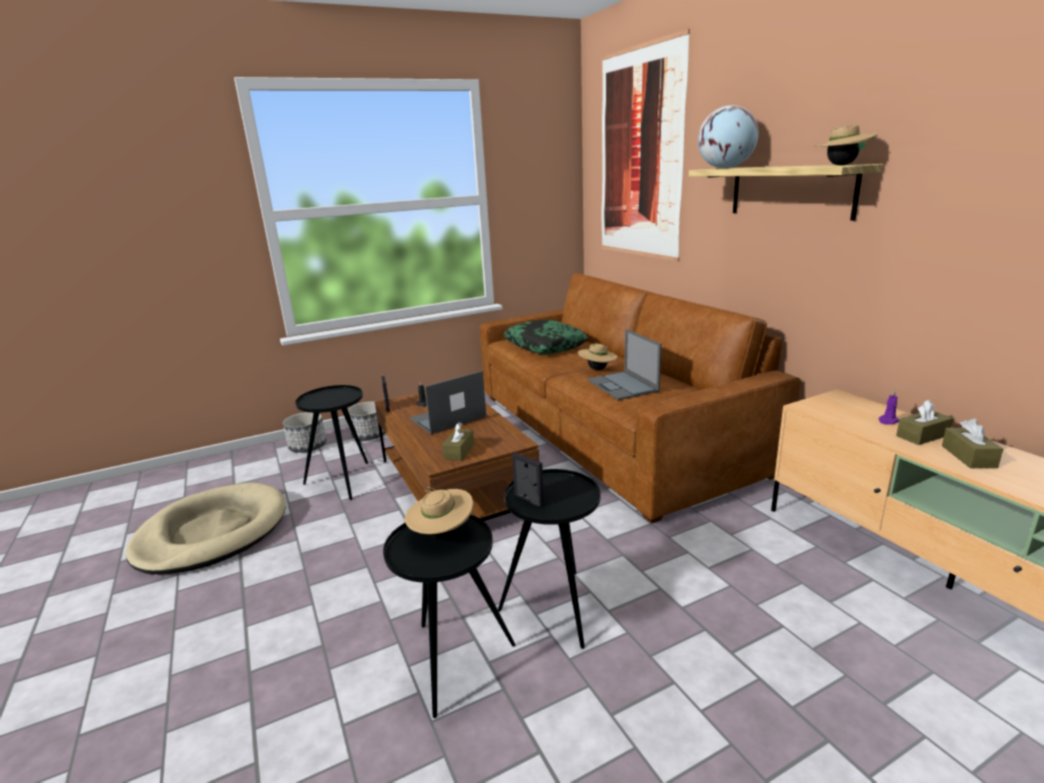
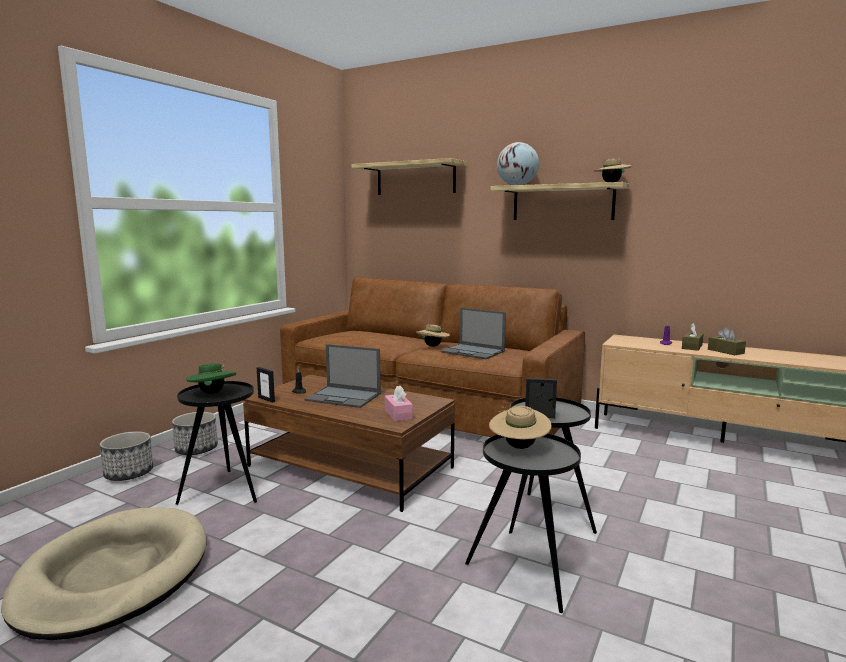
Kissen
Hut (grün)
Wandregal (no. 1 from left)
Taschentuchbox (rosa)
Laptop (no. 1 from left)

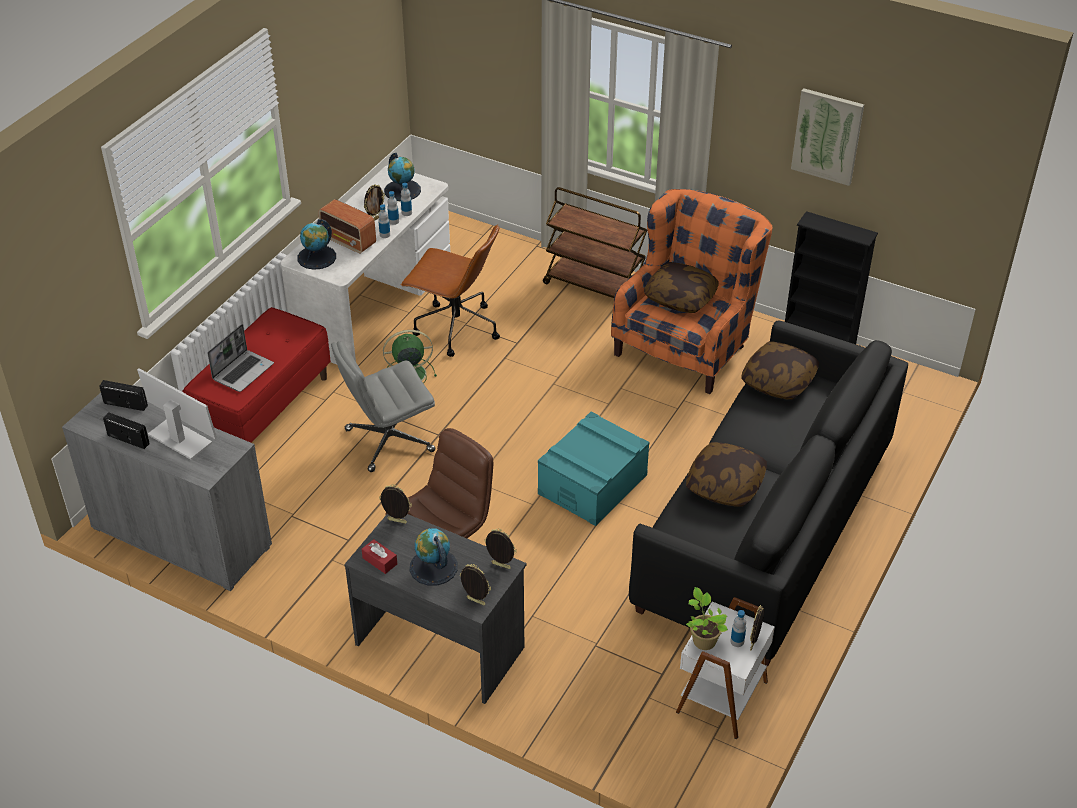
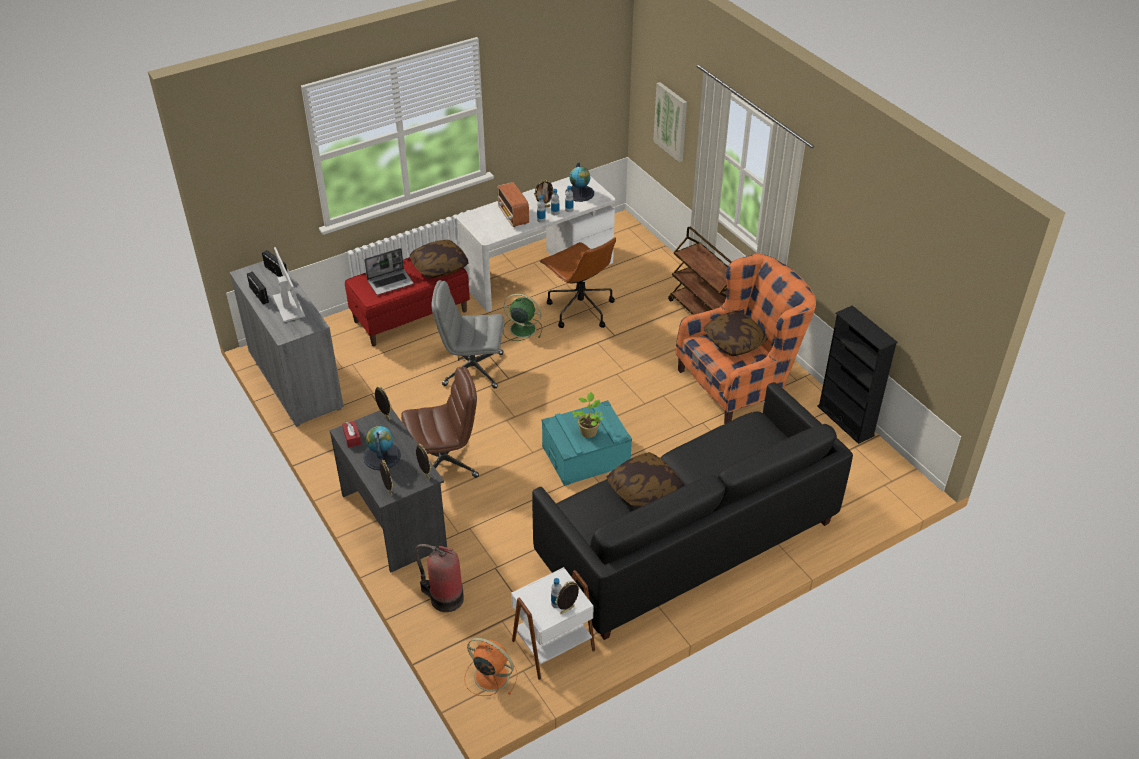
Globus (no. 1 from left in the first image)
Feuerlöscher
Ventilator (orange)
Topfpflanze
Kissen (no. 1 from left)
Bild

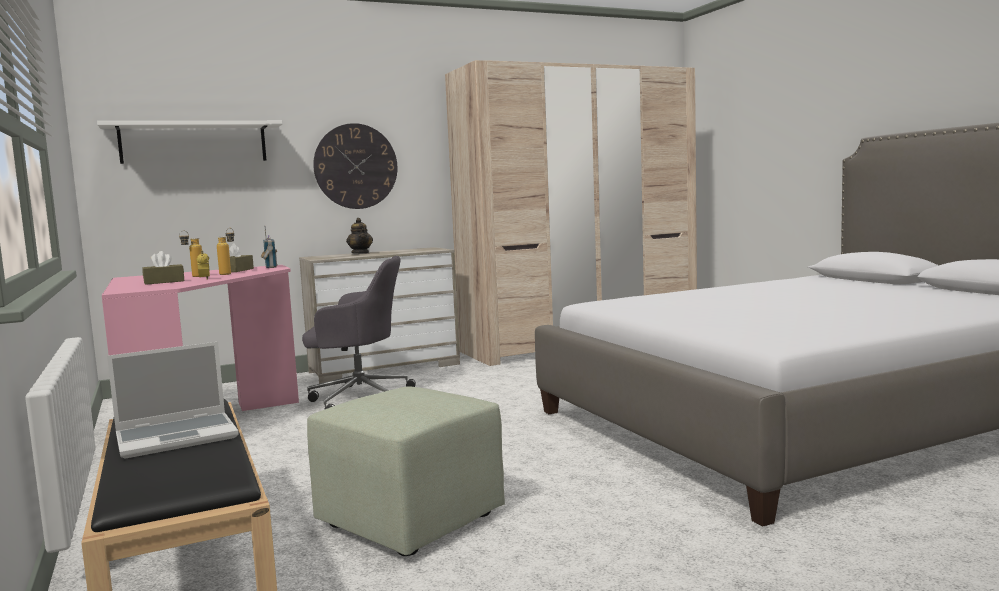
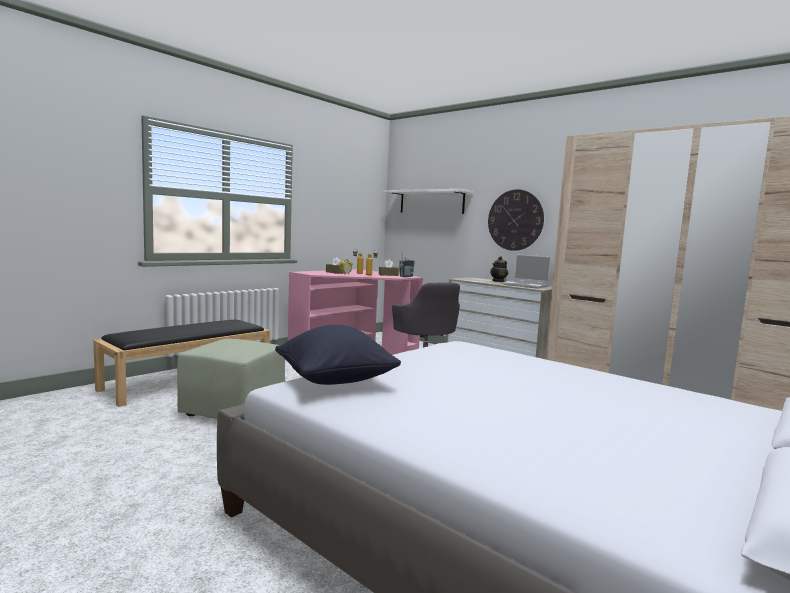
Kissen (schwarz)
Laptop

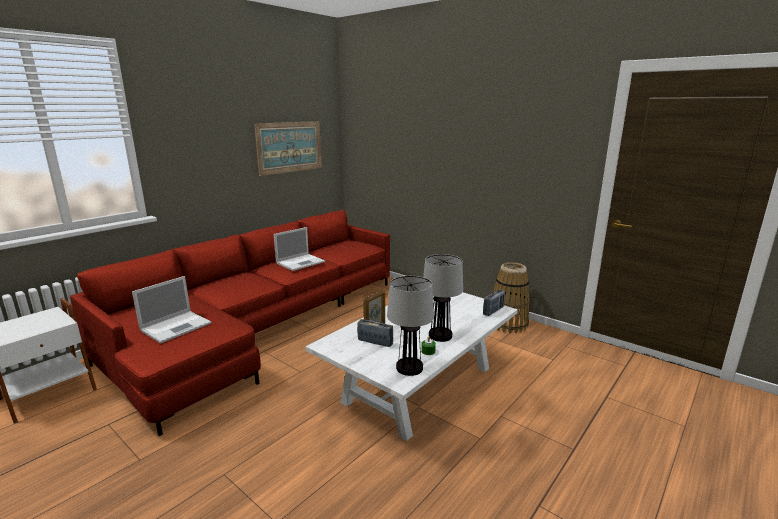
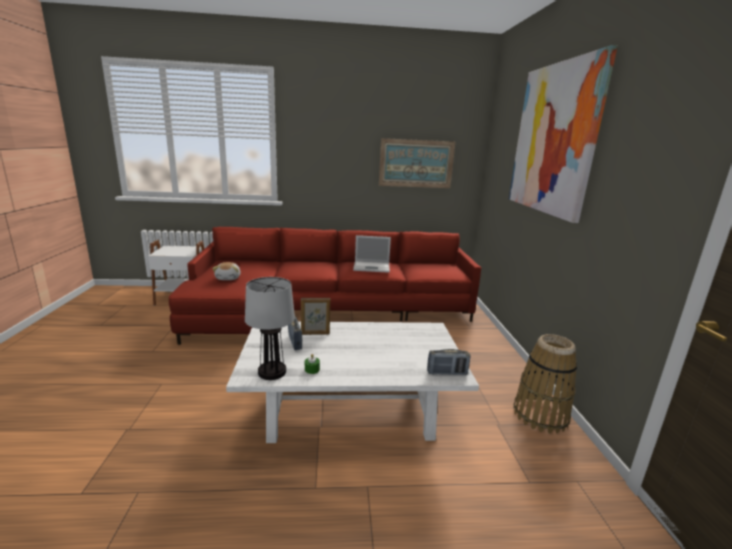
Tischlampe (no. 2 from left in the first image)
Bild (no. 2 from left)
Plüschtier

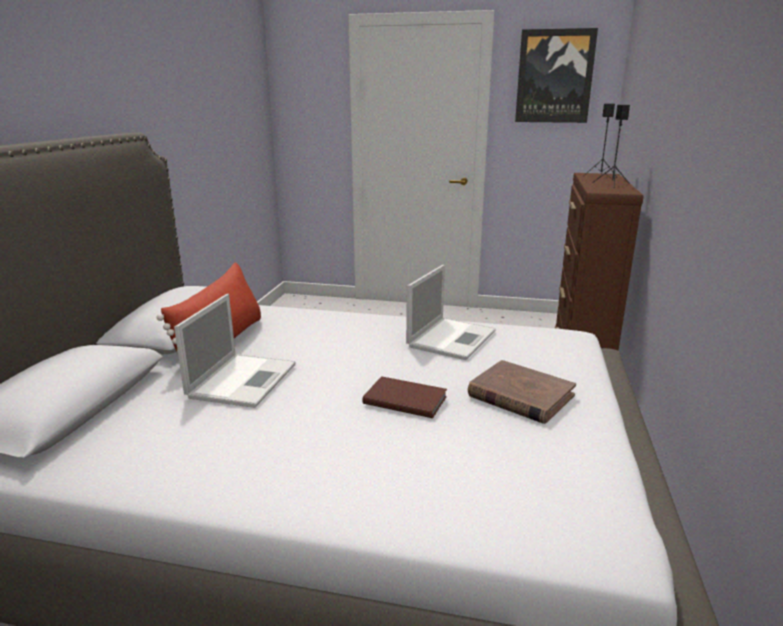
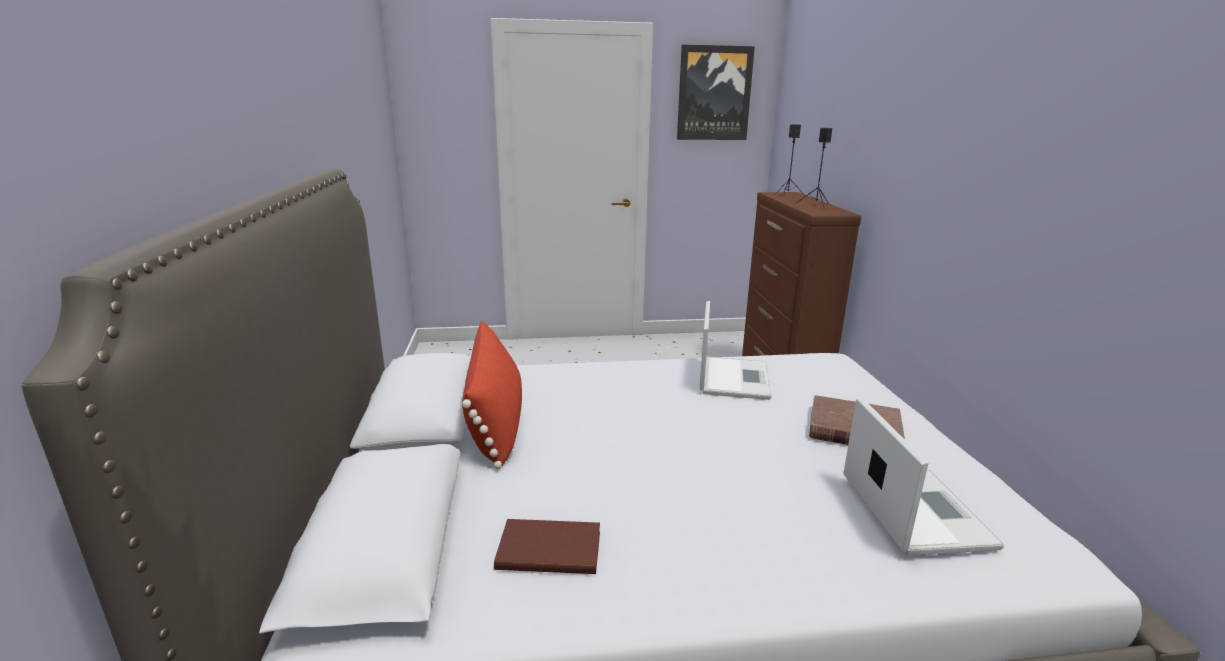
Laptop (no. 2 from left)
Buch (braun) (no. 1 from left)

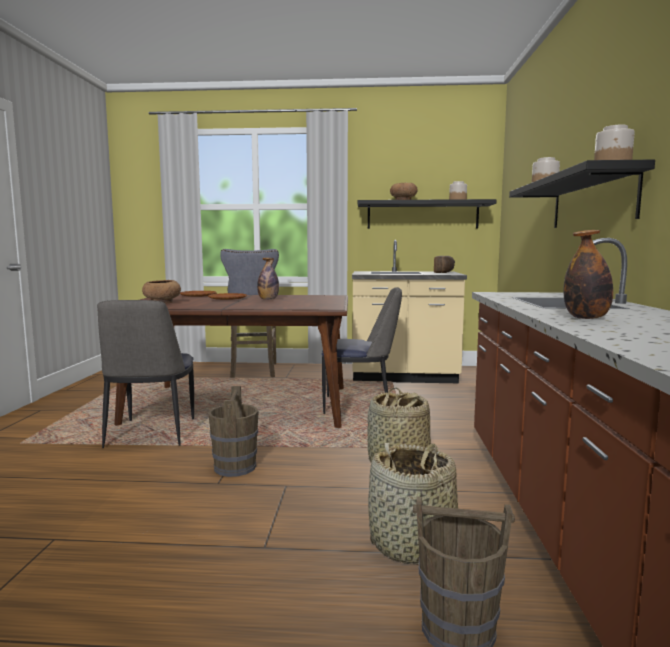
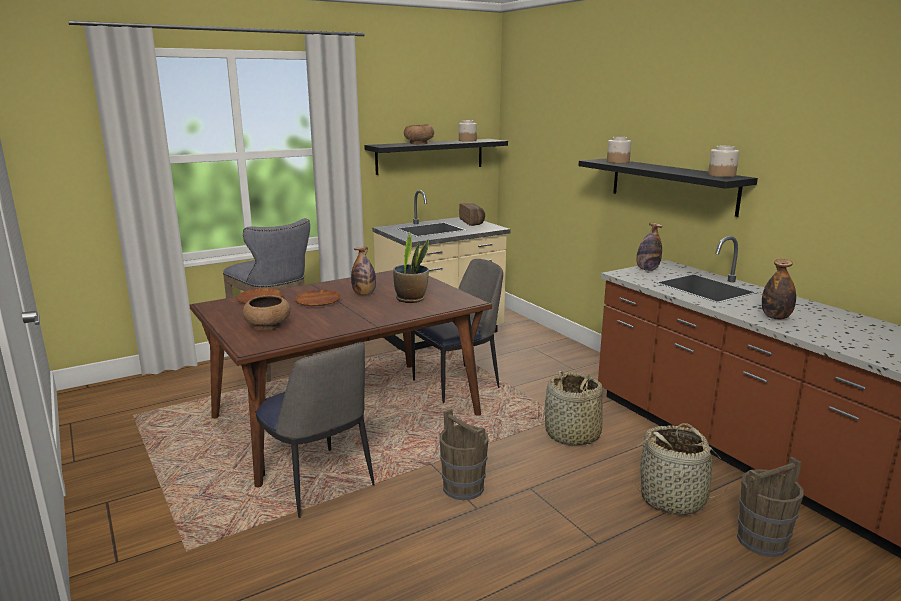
Topfpflanze
Flasche (no. 2 from left)

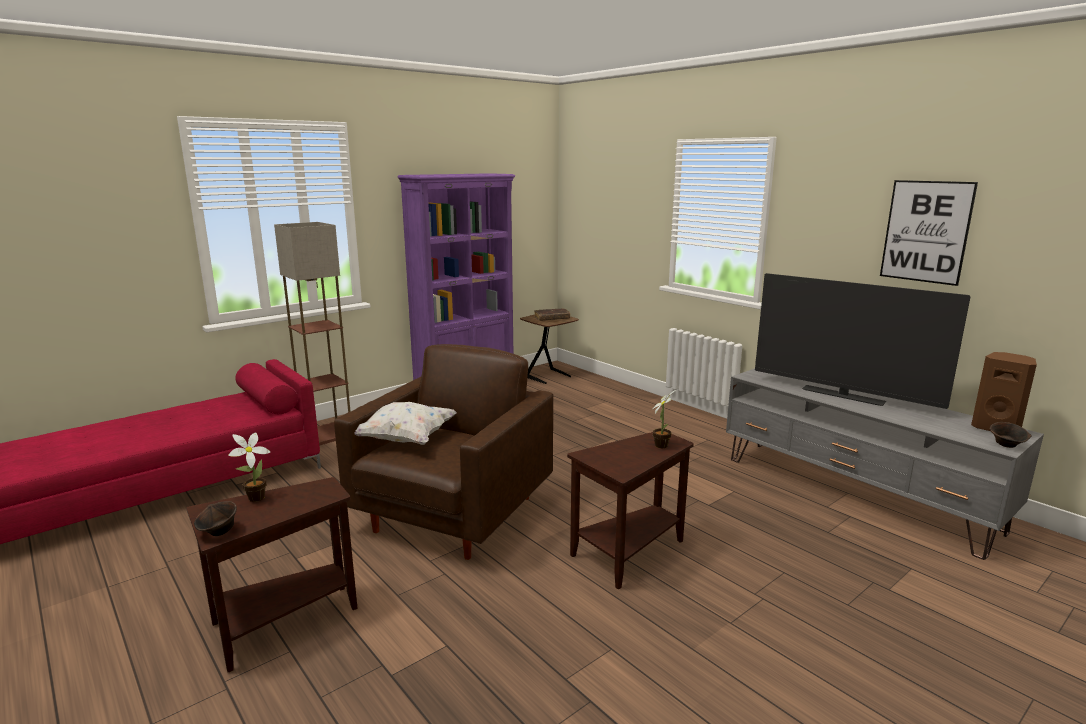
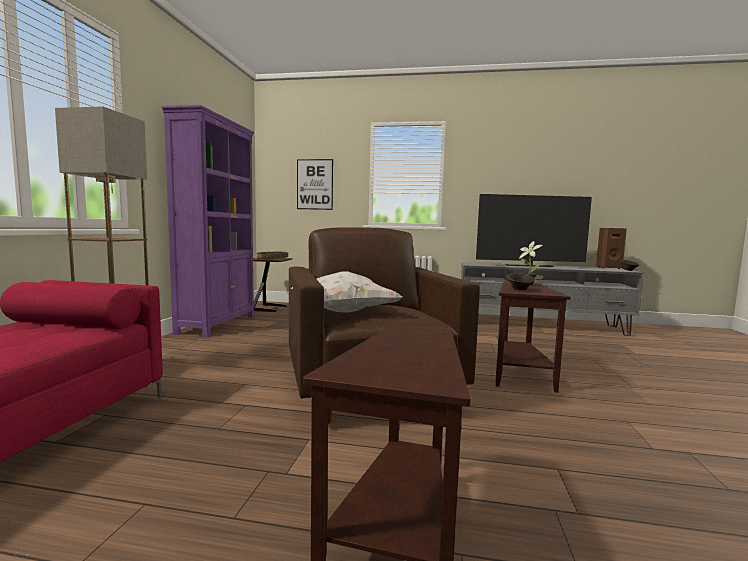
Topfpflanze (no. 1 from left in the first image)
Schüssel (braun) (no. 1 from left)
Bild

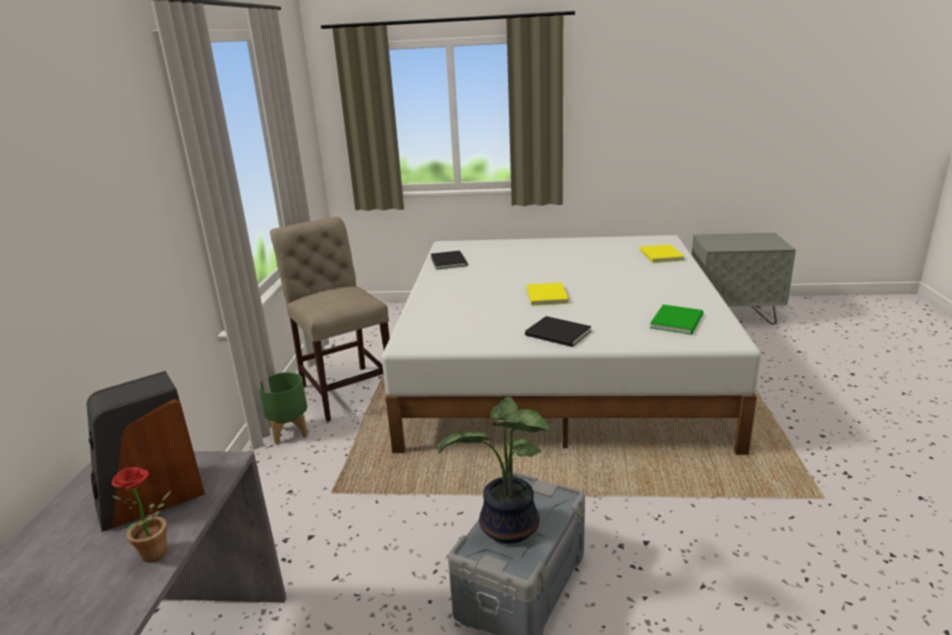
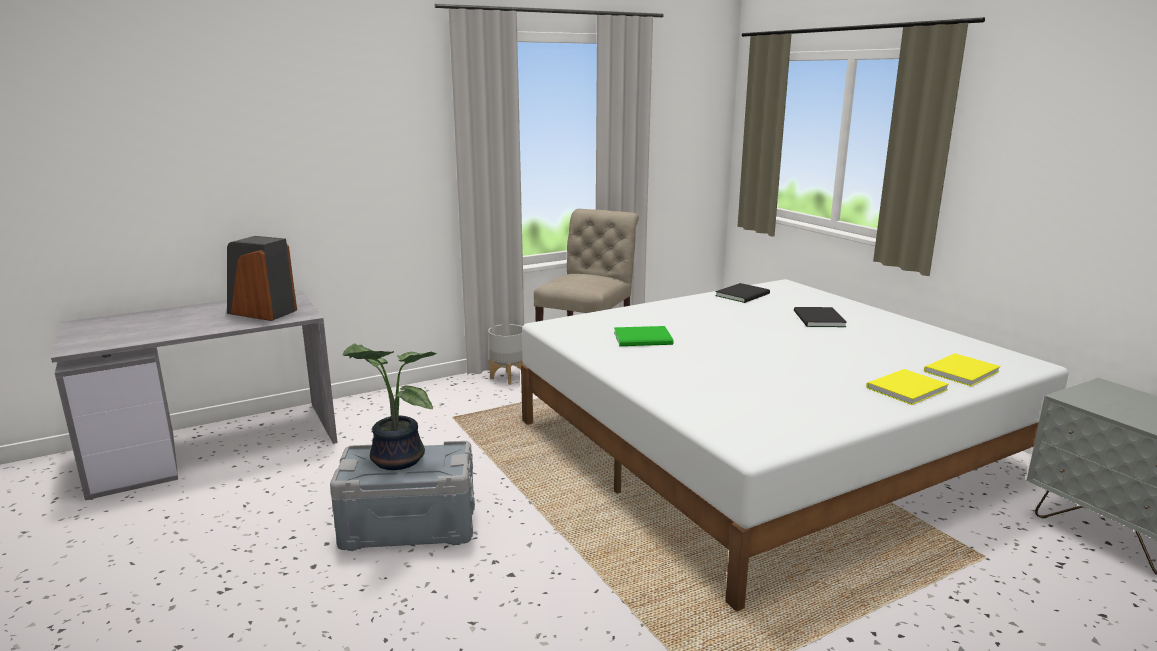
Topfpflanze (no. 1 from left in the first image)
Buch (schwarz) (no. 2 from left)
Buch (gelb) (no. 1 from left)
Buch (grün)
Pflanzkübel (grau)

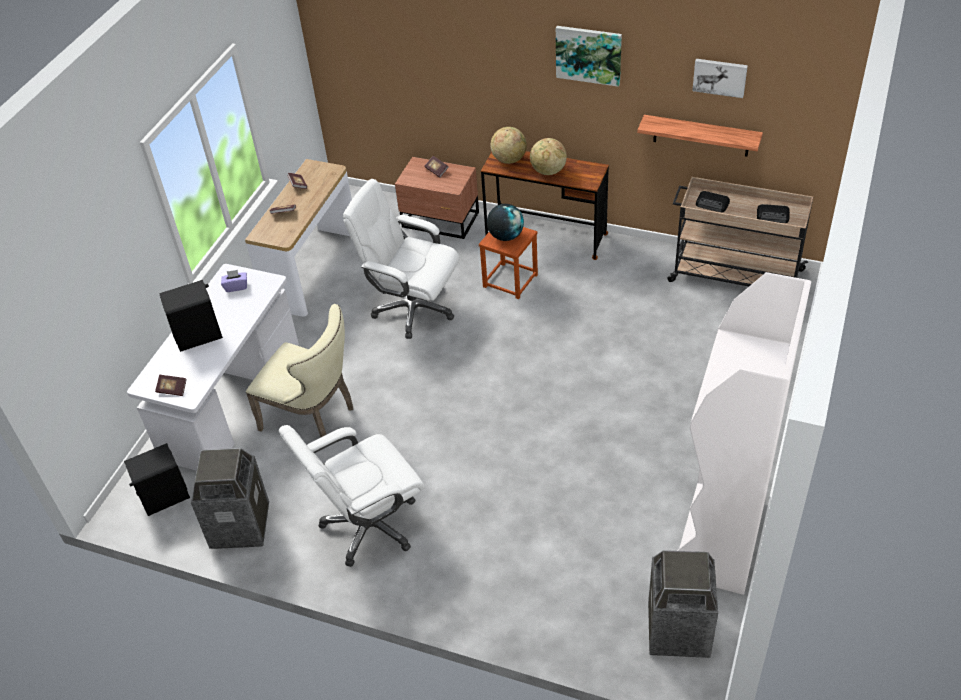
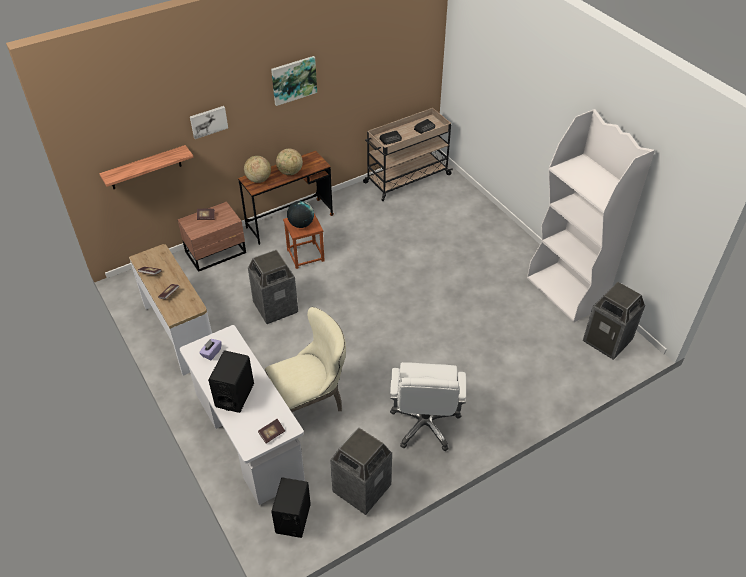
Wandregal
Bild (no. 1 from left)
Mülleimer (no. 1 from left)

